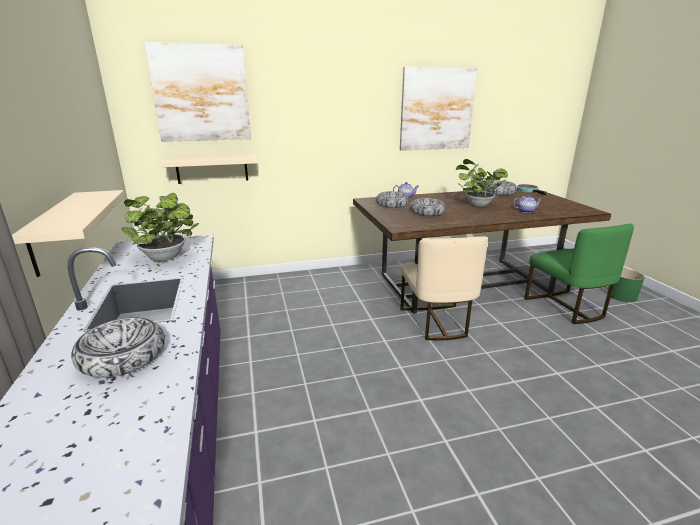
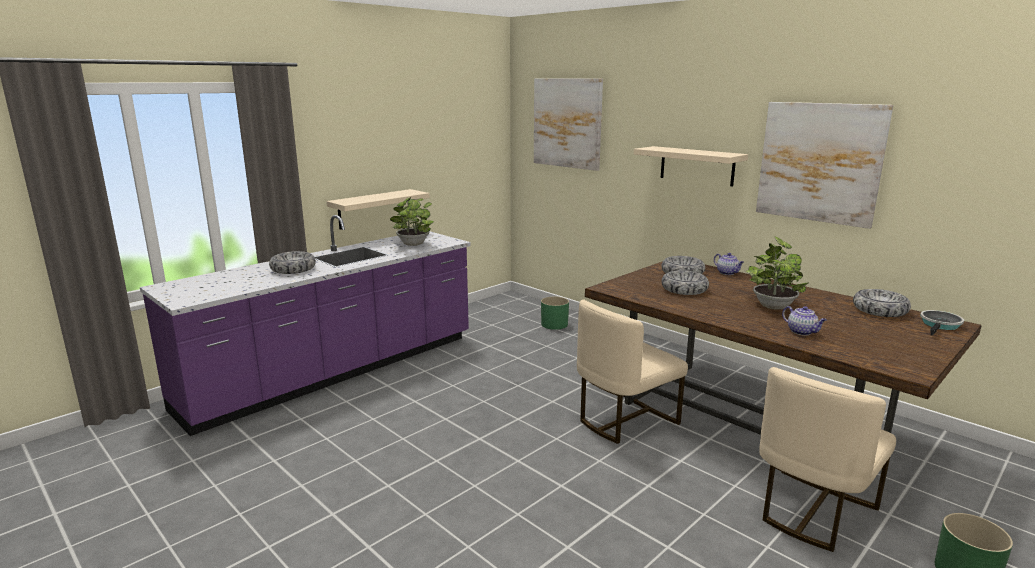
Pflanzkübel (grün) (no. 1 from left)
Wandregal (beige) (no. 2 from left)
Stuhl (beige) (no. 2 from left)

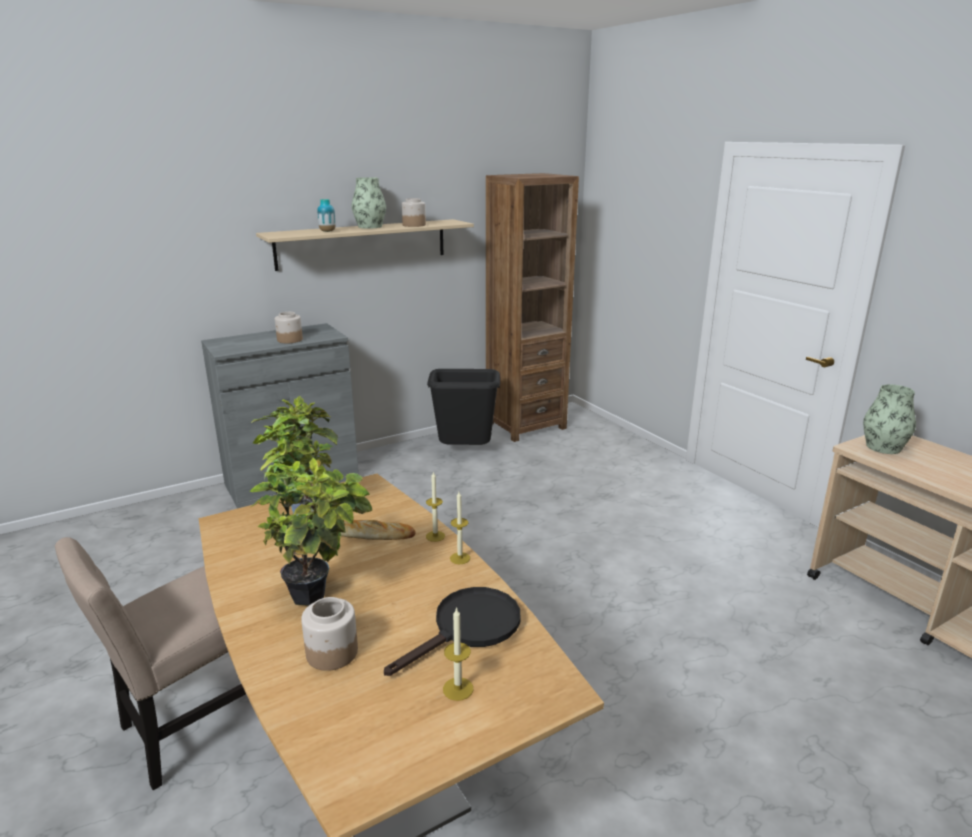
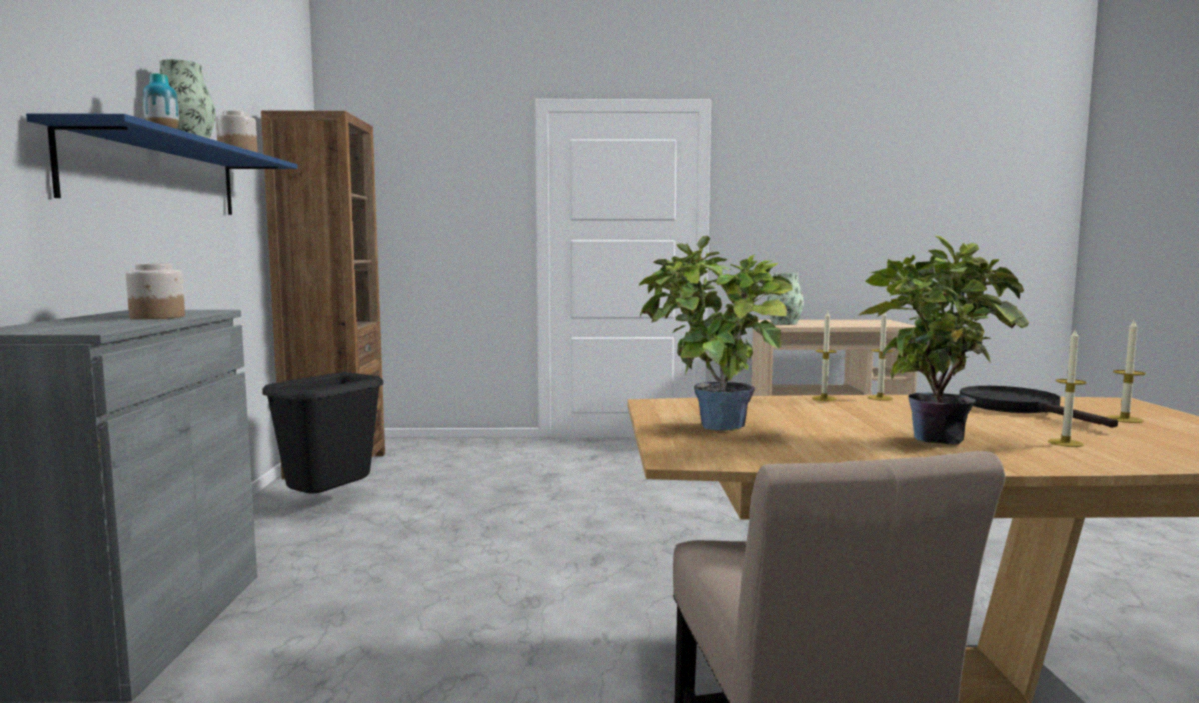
Brot
Kerze (no. 3 from left)
Wandregal (blau)

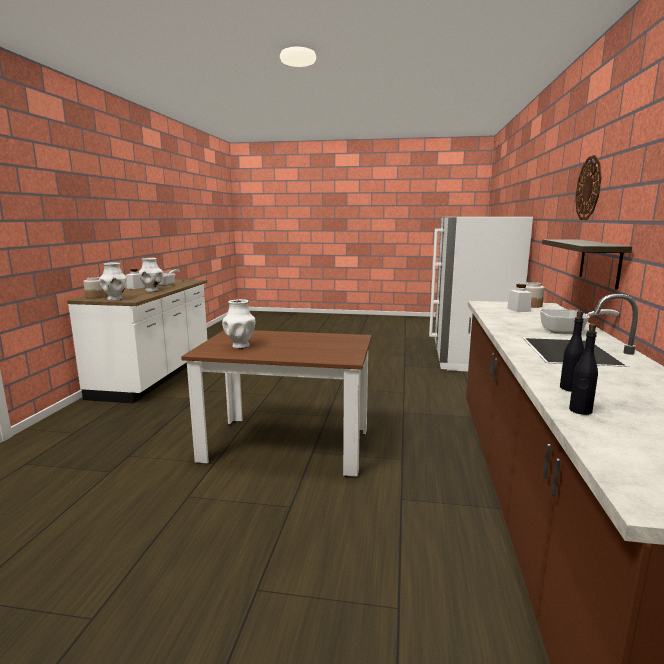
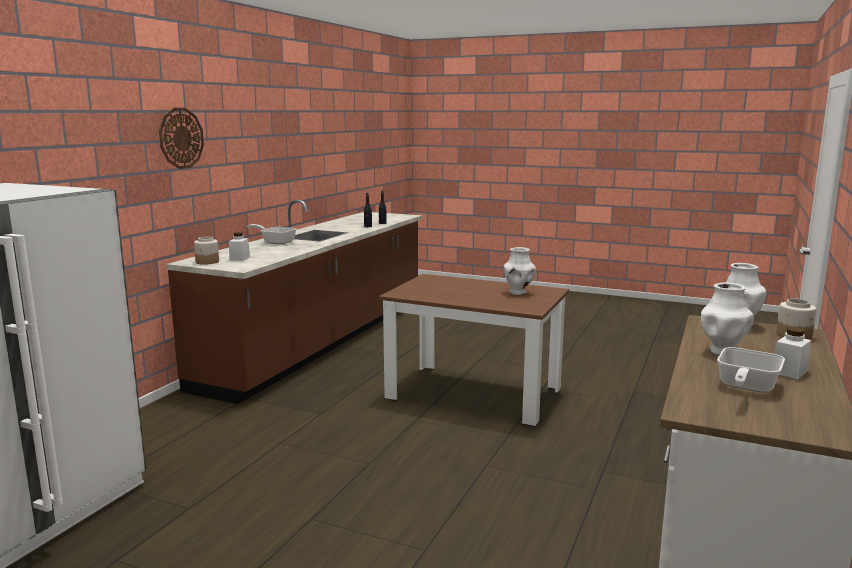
Wandregal

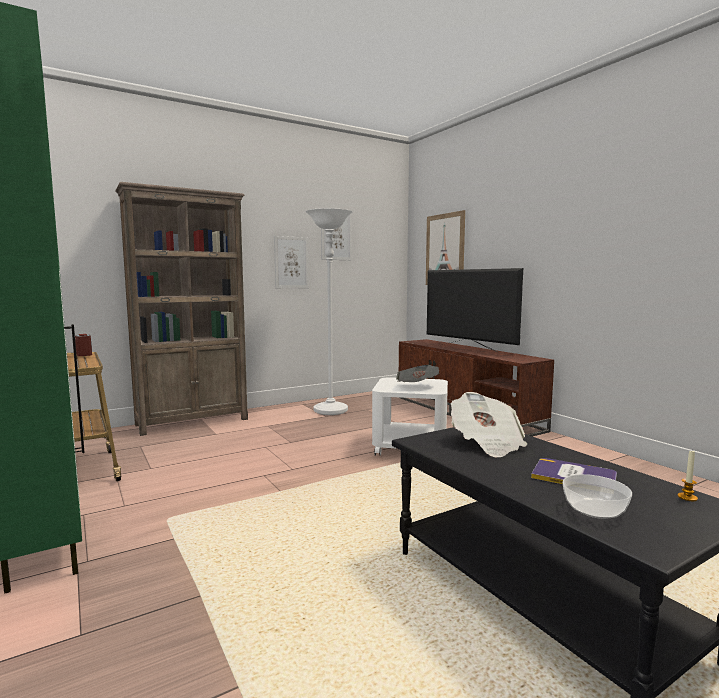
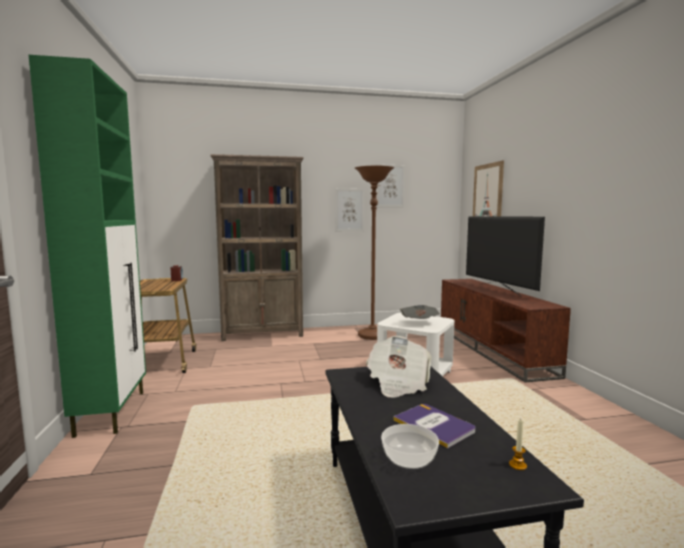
Stehlampe (braun)

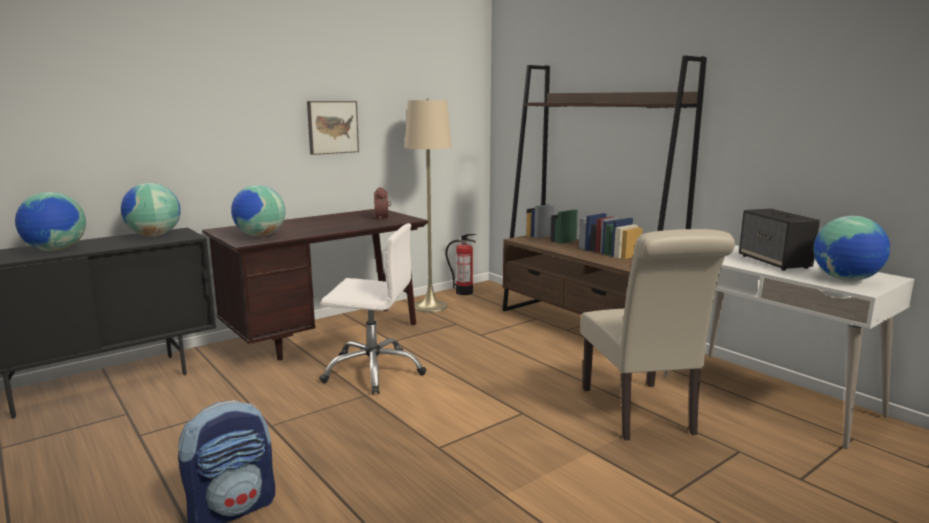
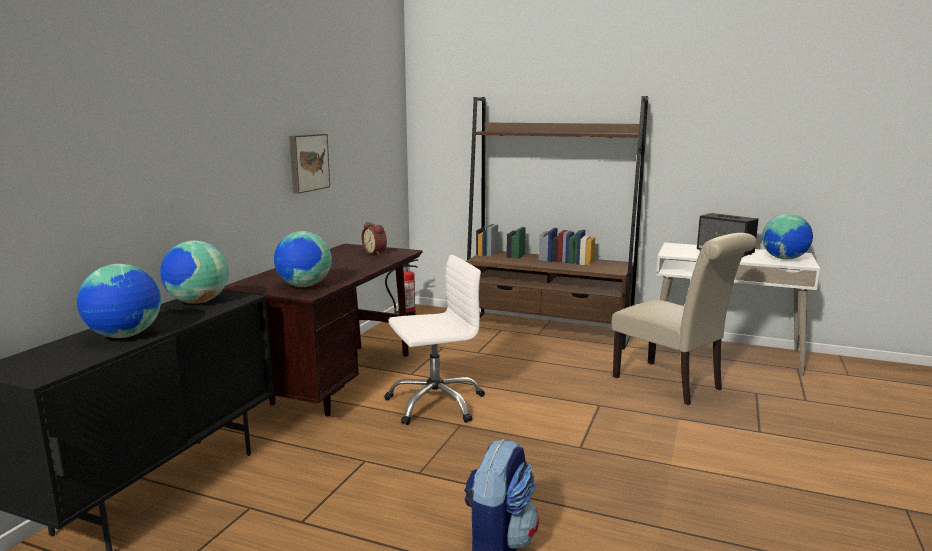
Stehlampe (beige)

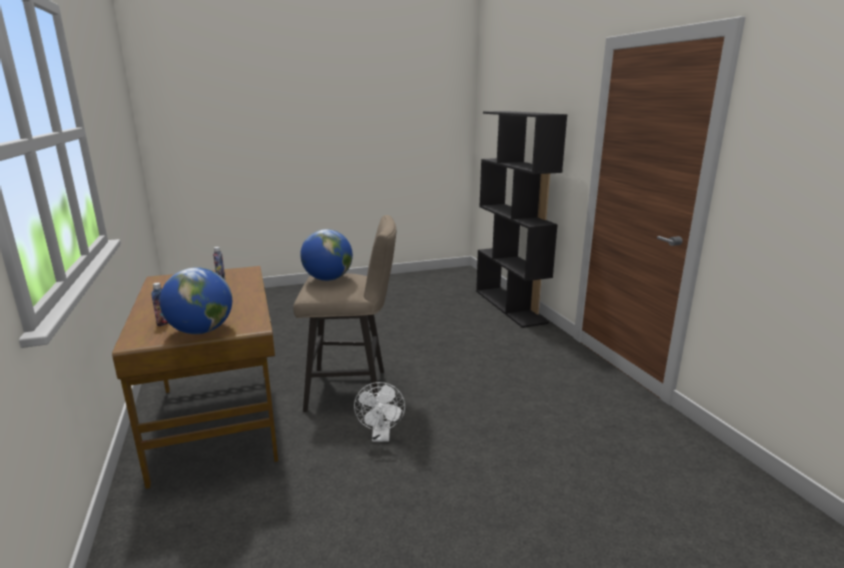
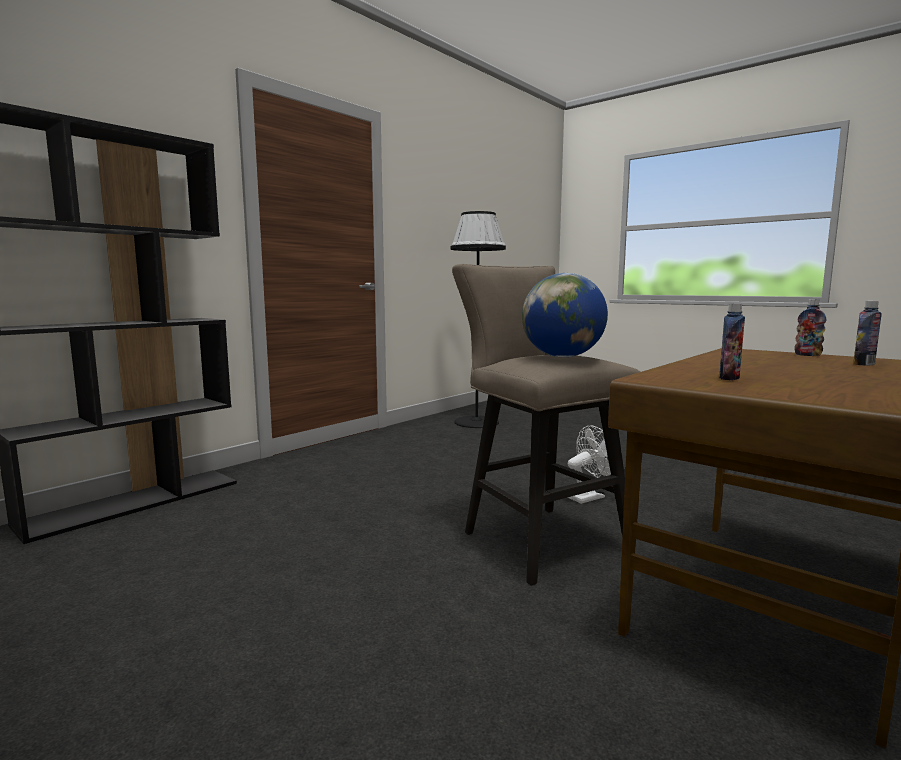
Stehlampe (schwarz)
Flasche (no. 2 from left)

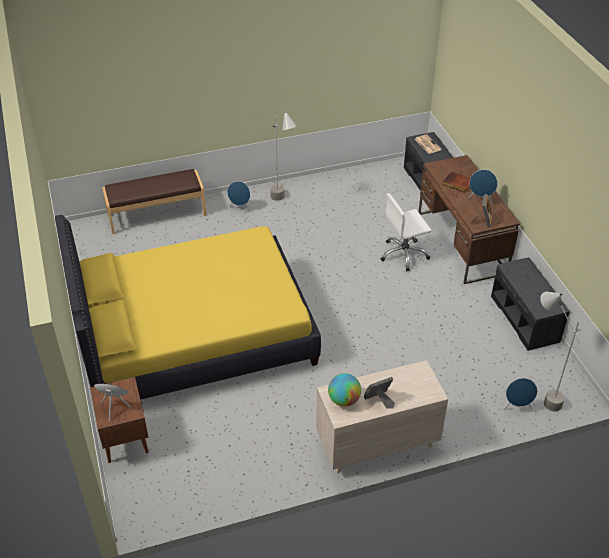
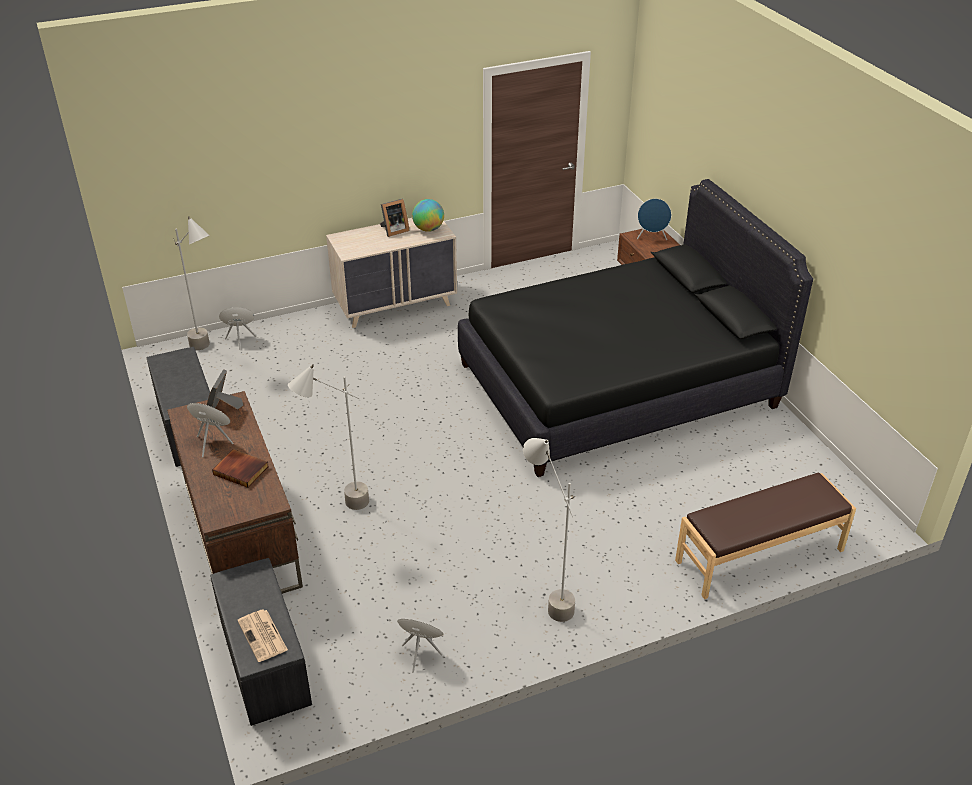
Lautsprecher (blau) (no. 3 from left)
Stehlampe (grau) (no. 2 from left)
Bett (schwarz)

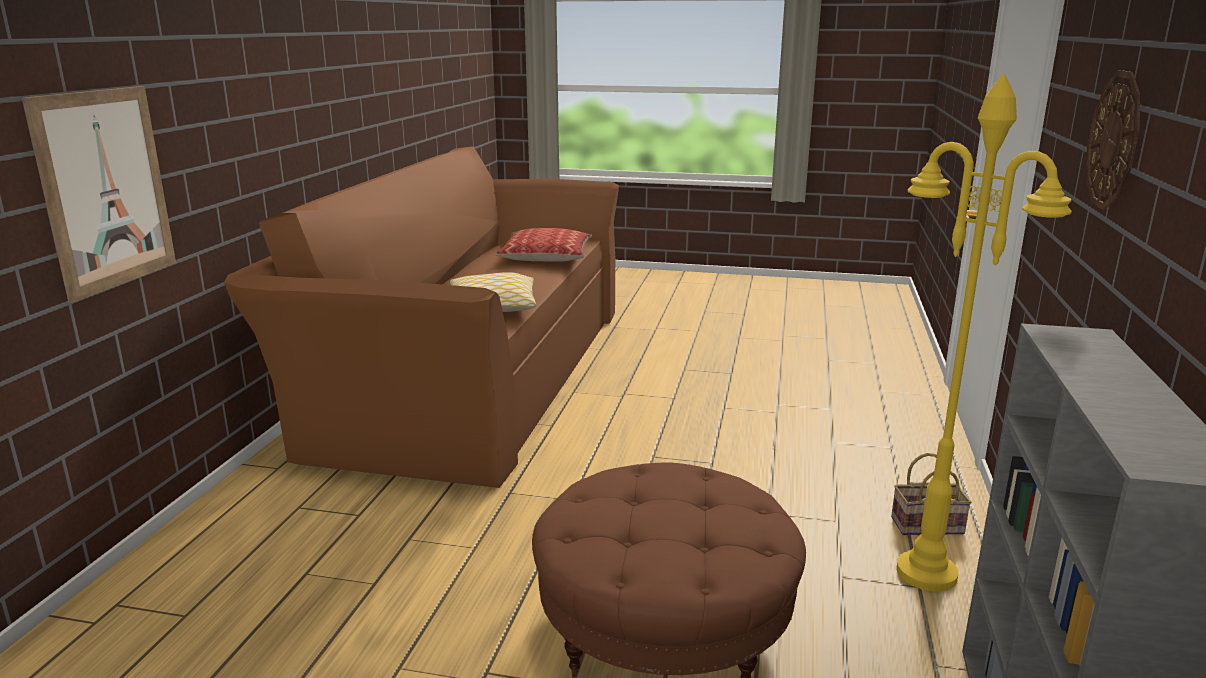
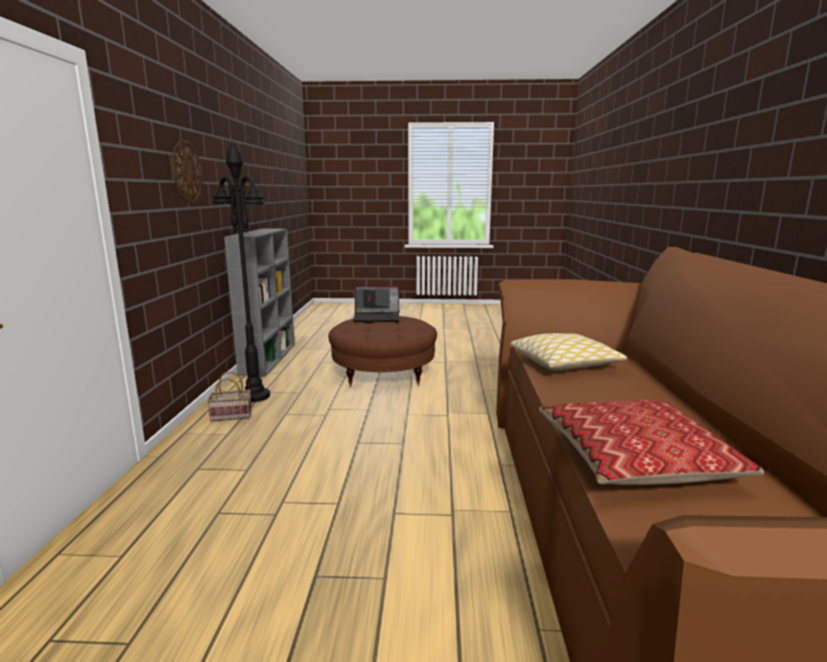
Bild
Laptop
Stehlampe (schwarz)

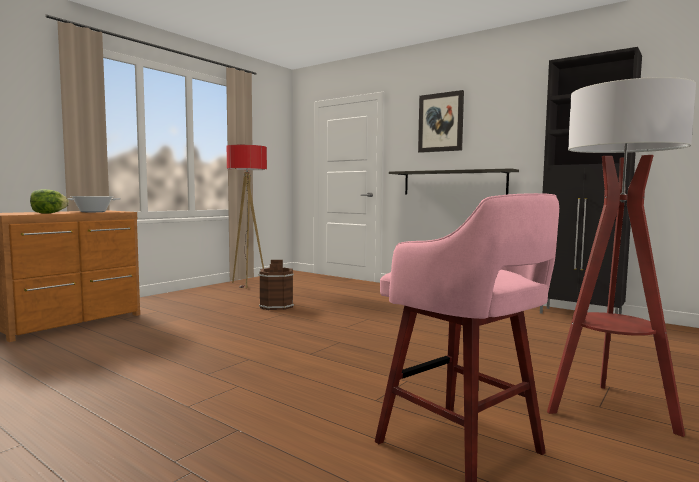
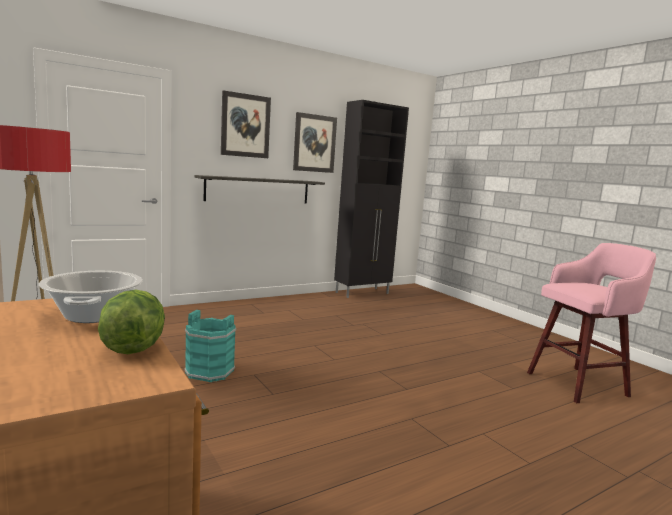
Stehlampe (no. 2 from left in the first image)
Bild (no. 2 from left)
Eimer (türkis)

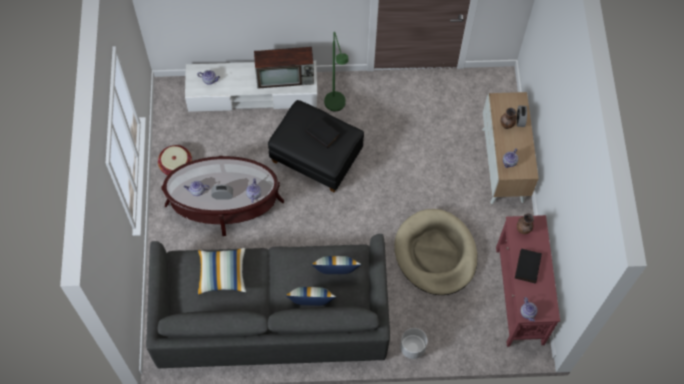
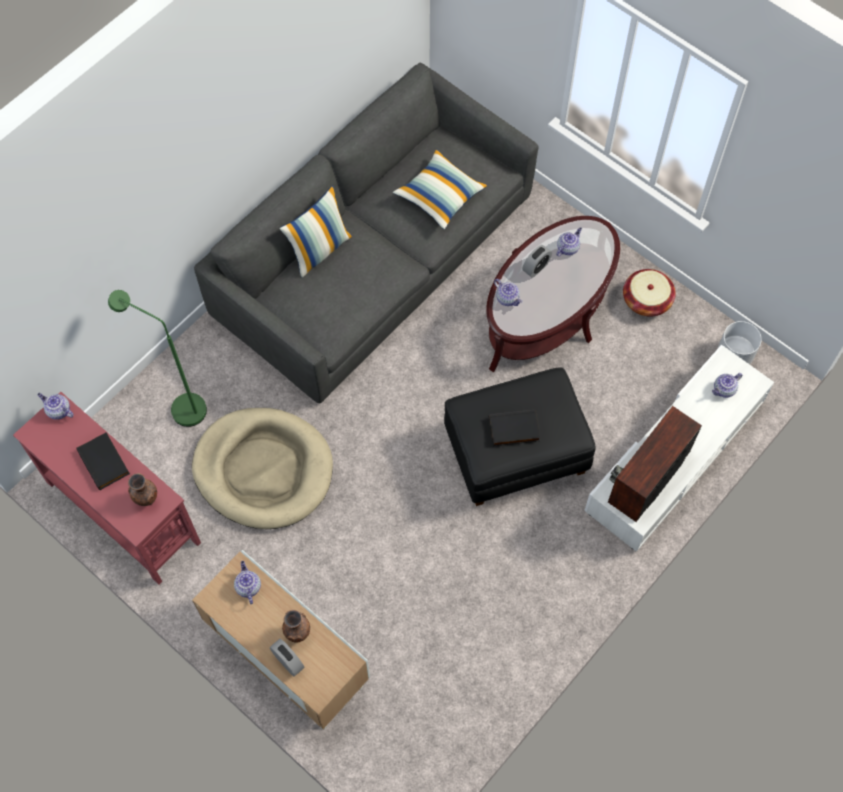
Kissen (no. 3 from left in the first image)
Stehlampe (grün)
Pflanzkübel (weiß)

